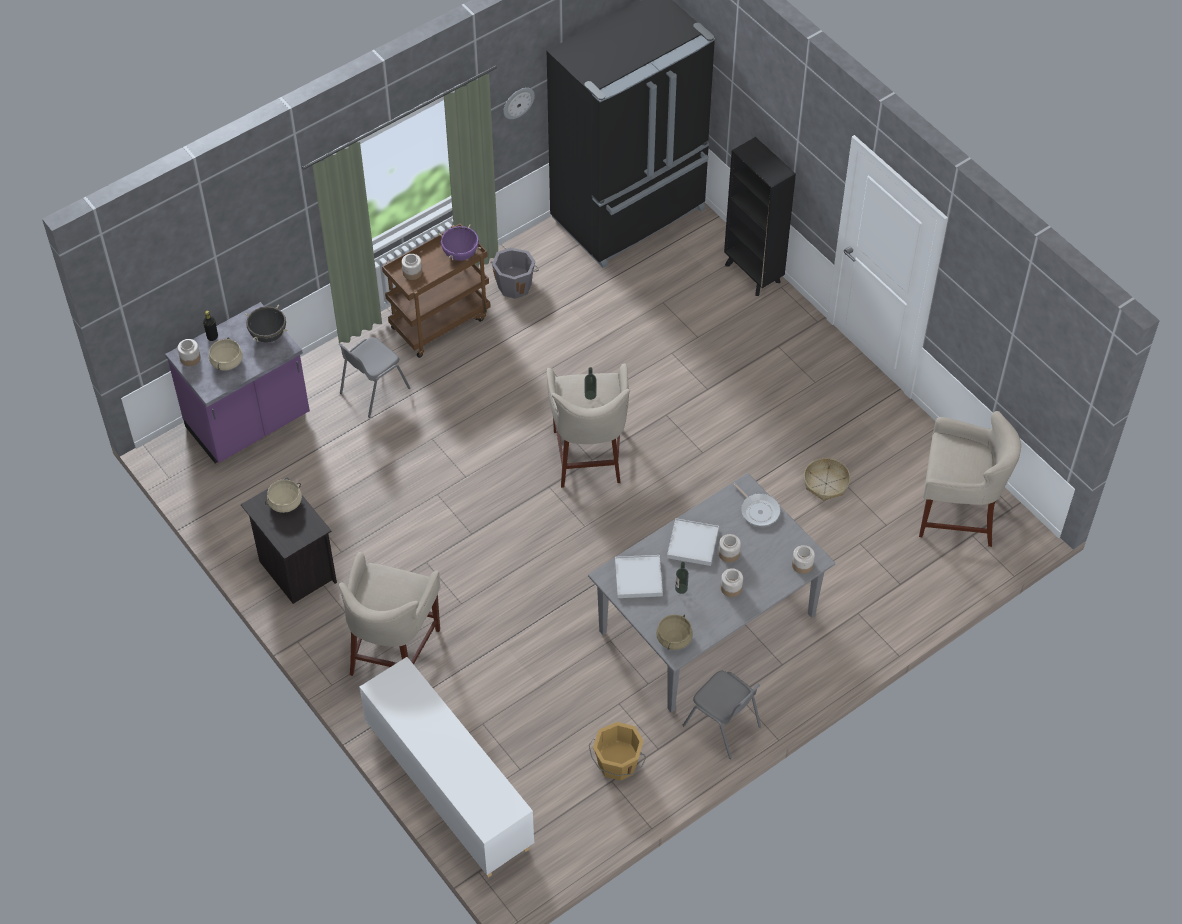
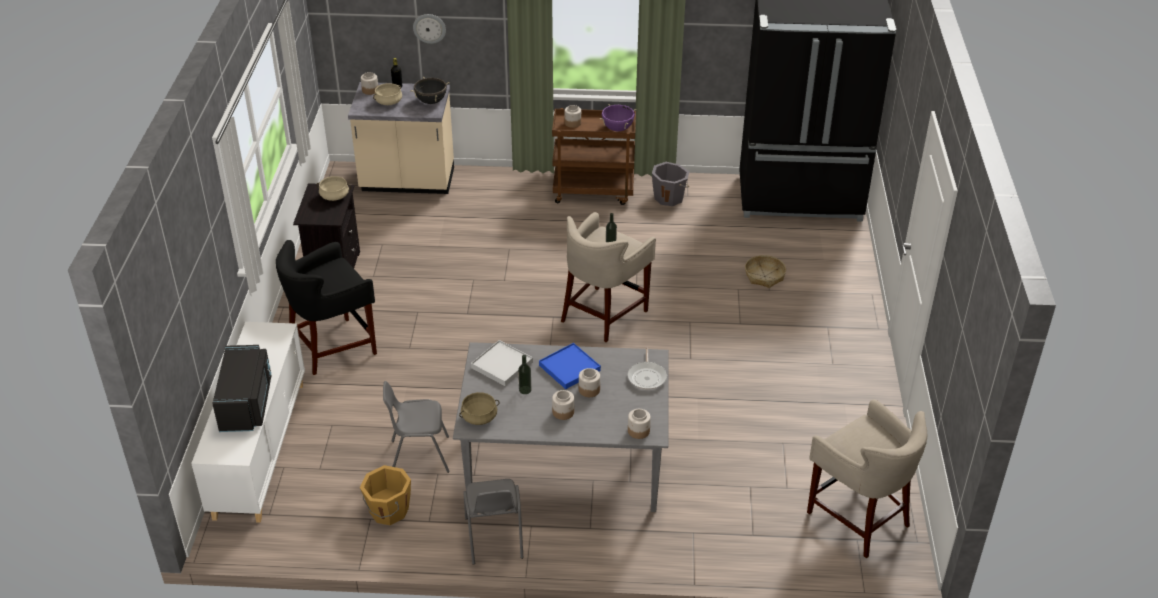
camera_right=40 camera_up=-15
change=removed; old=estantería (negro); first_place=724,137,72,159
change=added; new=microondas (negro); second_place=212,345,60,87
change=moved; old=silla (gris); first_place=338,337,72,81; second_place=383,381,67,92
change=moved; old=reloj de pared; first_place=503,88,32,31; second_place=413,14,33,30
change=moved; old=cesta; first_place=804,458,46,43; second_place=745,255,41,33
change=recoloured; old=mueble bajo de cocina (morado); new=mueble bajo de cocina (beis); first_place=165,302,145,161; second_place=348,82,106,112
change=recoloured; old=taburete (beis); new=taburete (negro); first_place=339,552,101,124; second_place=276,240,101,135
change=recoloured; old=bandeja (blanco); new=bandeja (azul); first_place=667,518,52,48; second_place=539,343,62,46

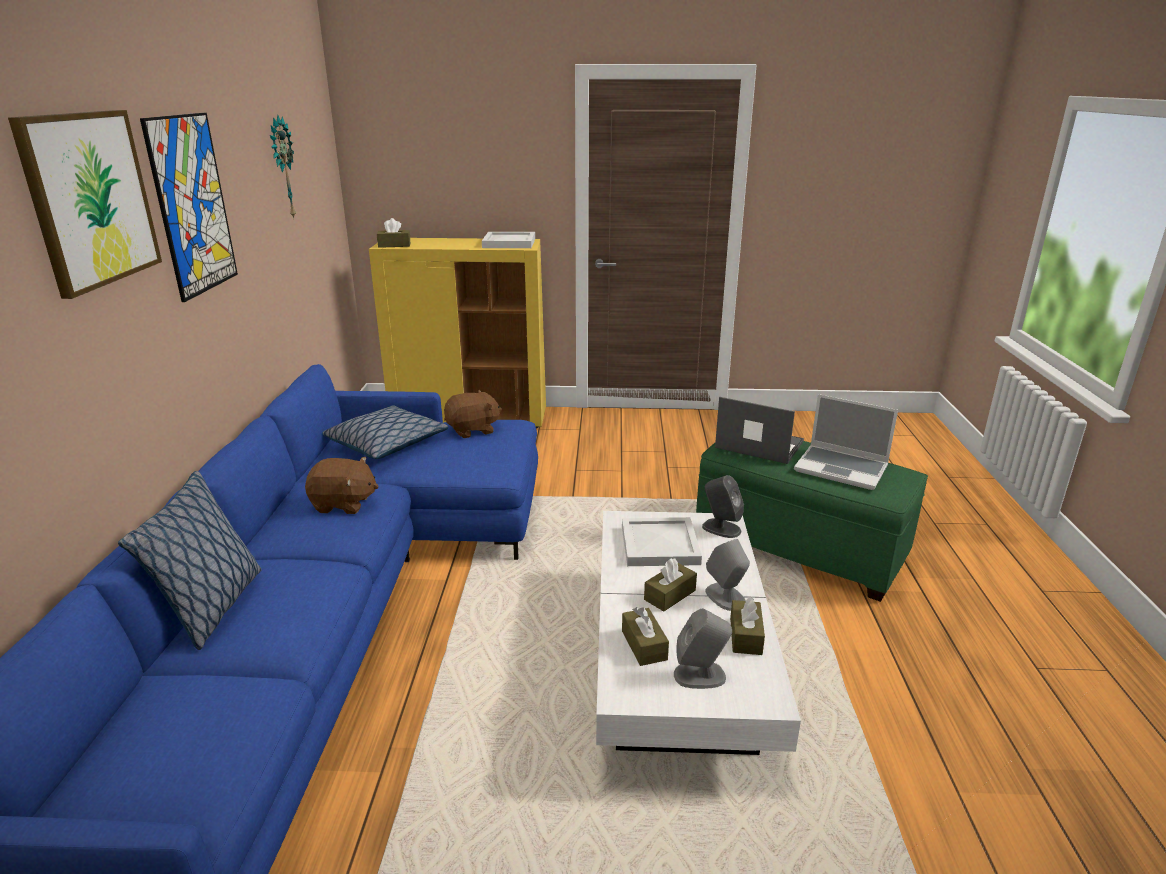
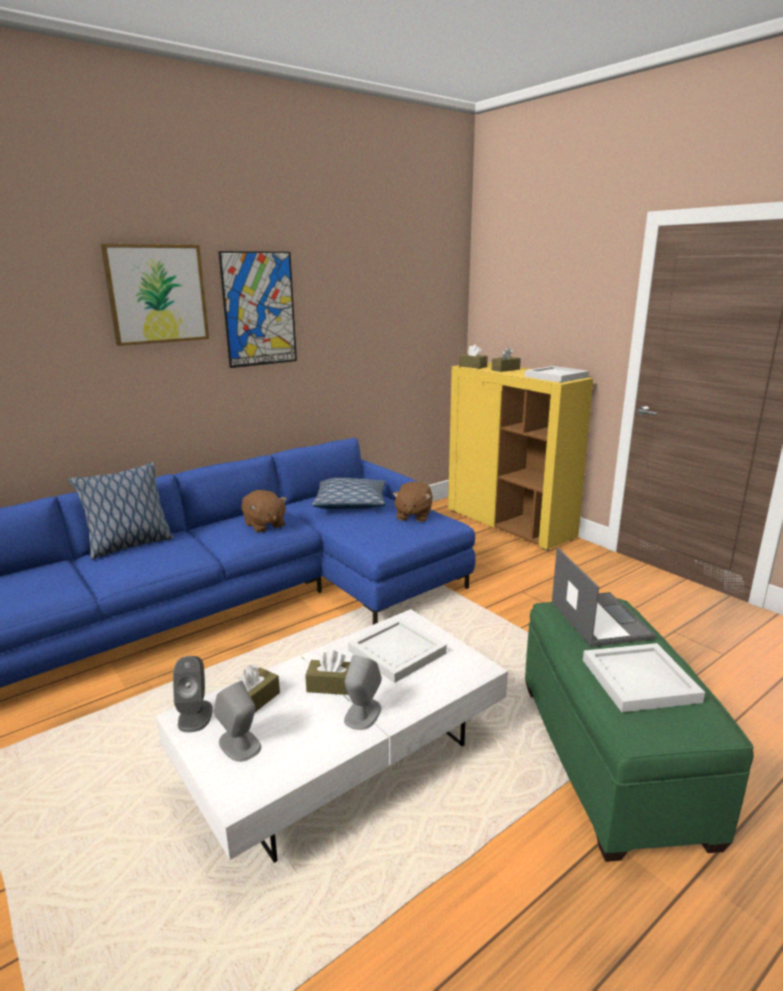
camera_right=50 camera_up=-5
change=removed; old=reloj de pared; first_place=270,115,26,103
change=moved; old=altavoz (gris); first_place=702,475,42,63; second_place=173,656,40,77
change=moved; old=caja de pañuelos (marrón); first_place=730,596,35,59; second_place=492,347,29,25
change=replaced; old=portátil; new=bandeja (blanco); first_place=794,394,104,96; second_place=583,643,122,69
change=turned; old=peluche (marrón); first_place=444,390,58,48; second_place=392,481,41,41; degrees=75

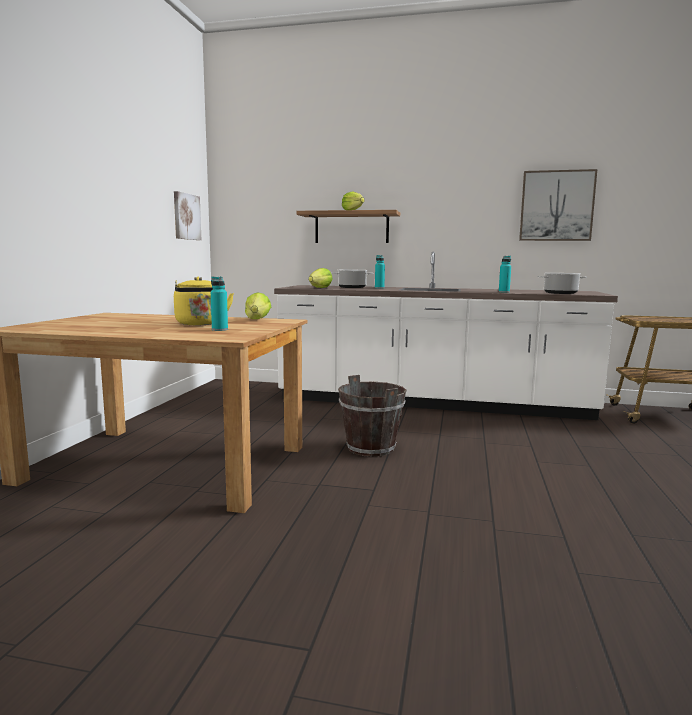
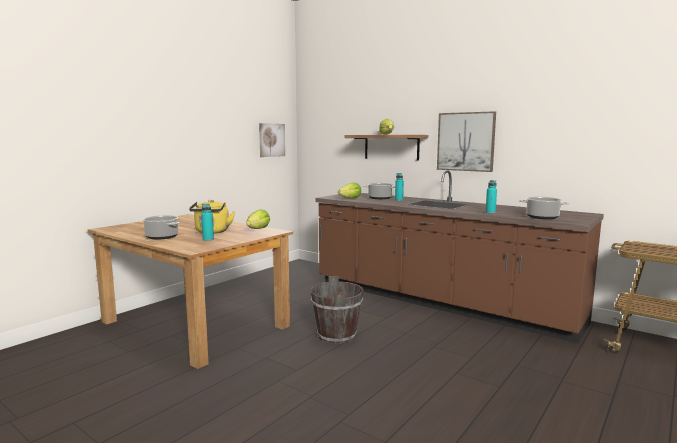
camera_right=25 camera_up=0
change=added; new=olla; second_place=143,215,36,24
change=moved; old=cuadro; first_place=519,169,78,72; second_place=437,111,59,61
change=recoloured; old=mueble bajo de cocina (blanco); new=mueble bajo de cocina (marrón); first_place=274,251,344,169; second_place=315,170,289,174

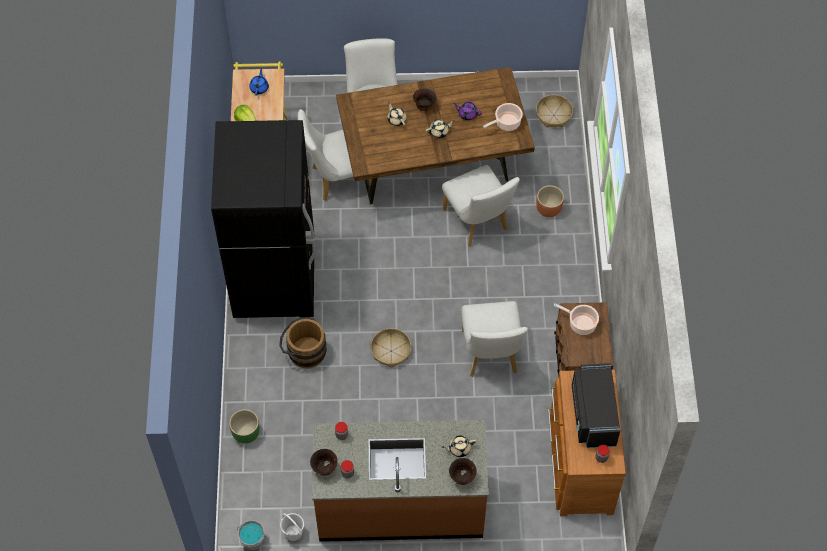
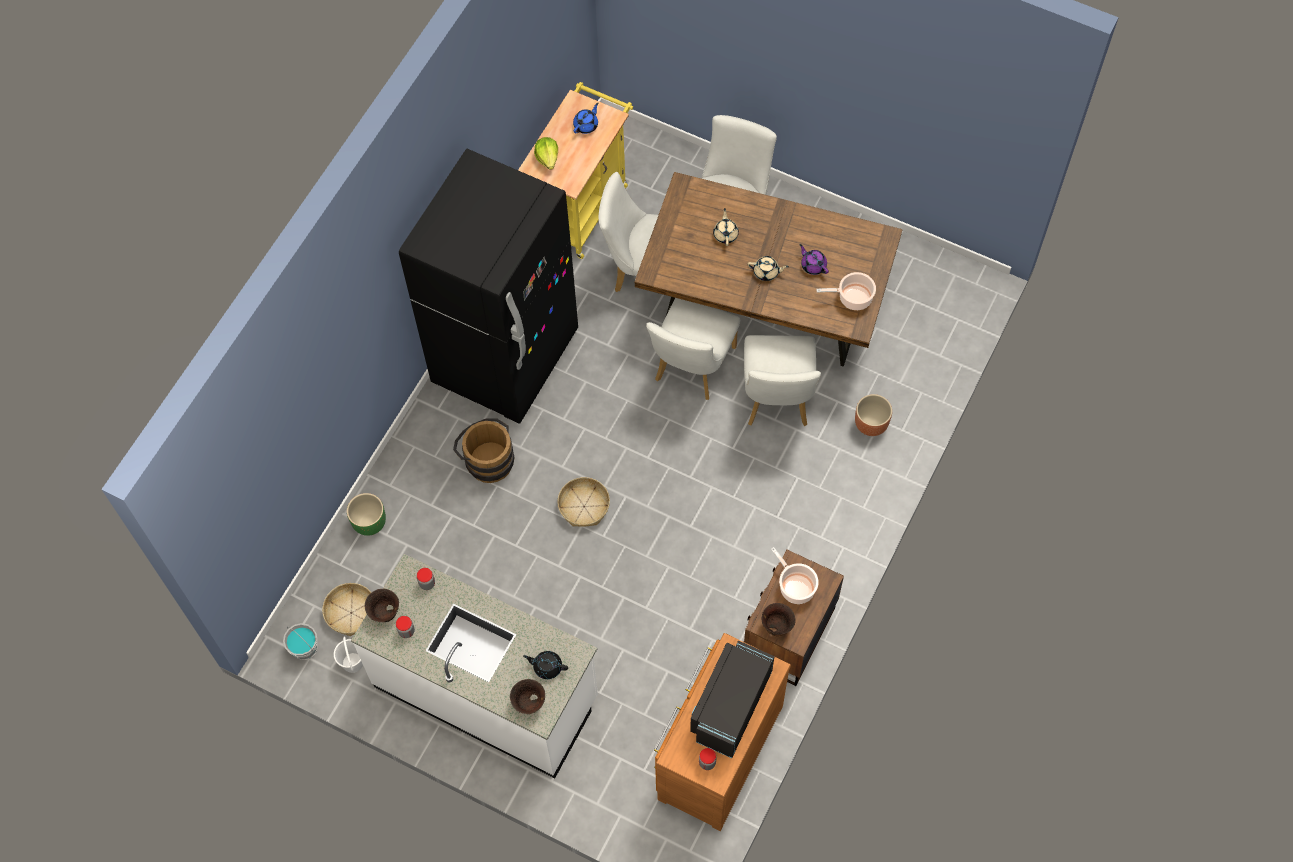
camera_right=30 camera_up=5
change=moved; old=cuenco (marrón); first_place=413,88,24,23; second_place=762,603,34,33
change=moved; old=silla (blanco); first_place=461,301,67,76; second_place=646,298,94,102
change=moved; old=cesta; first_place=536,94,37,33; second_place=322,583,49,53
change=recoloured; old=mueble bajo de cocina (marrón); new=mueble bajo de cocina (blanco); first_place=312,420,177,122; second_place=351,554,247,224
change=recoloured; old=tetera (beis); new=tetera (negro); first_place=442,436,34,21; second_place=523,651,45,28

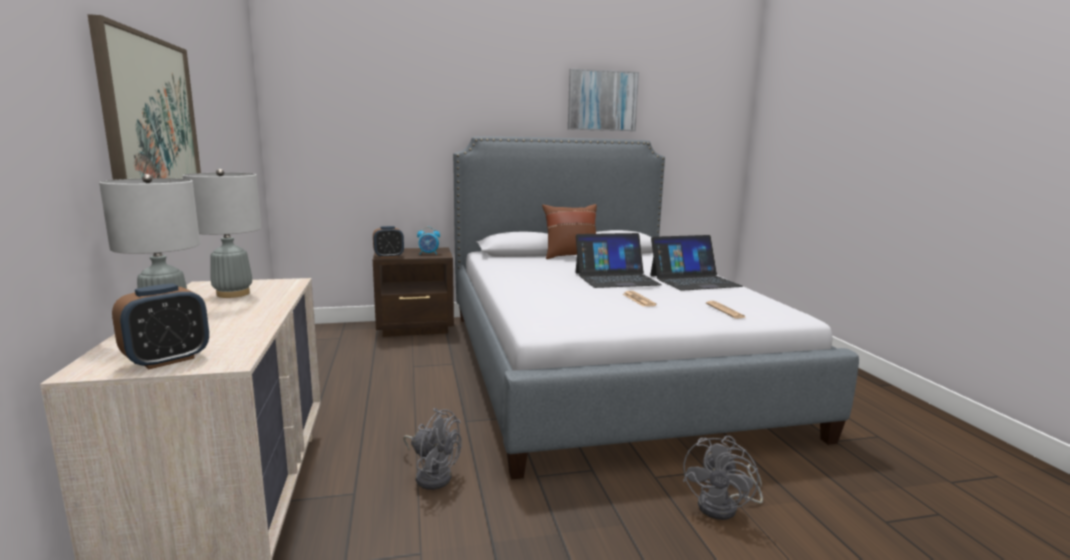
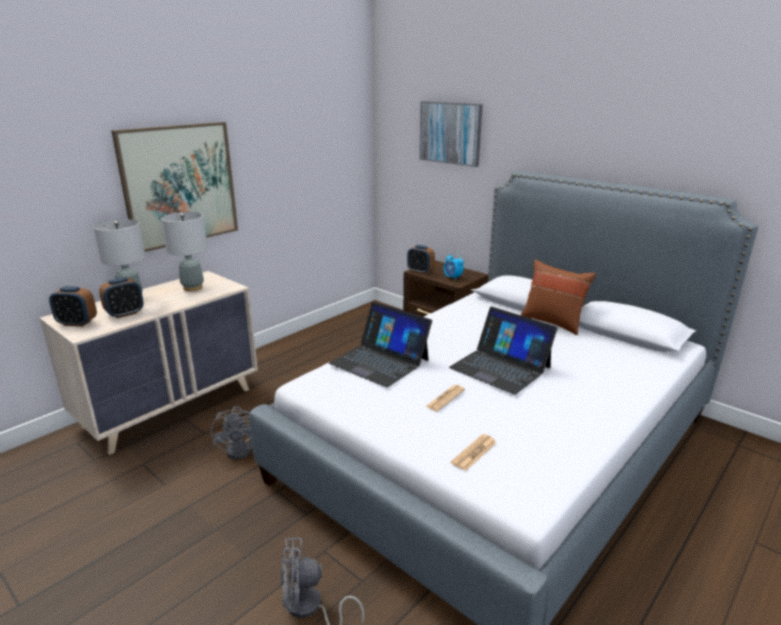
camera_right=55 camera_up=10
change=added; new=despertador; second_place=99,277,45,42
change=moved; old=cuadro; first_place=568,69,71,62; second_place=420,101,63,66
change=moved; old=portátil; first_place=650,235,93,56; second_place=329,302,103,85

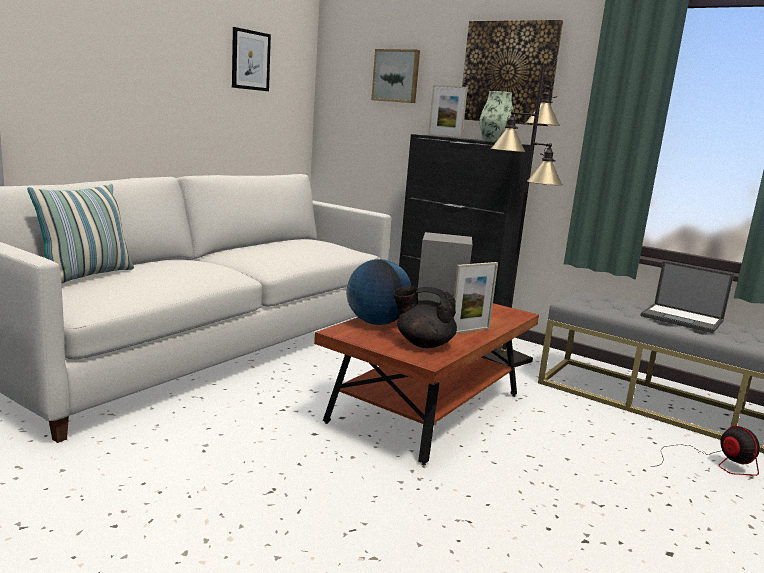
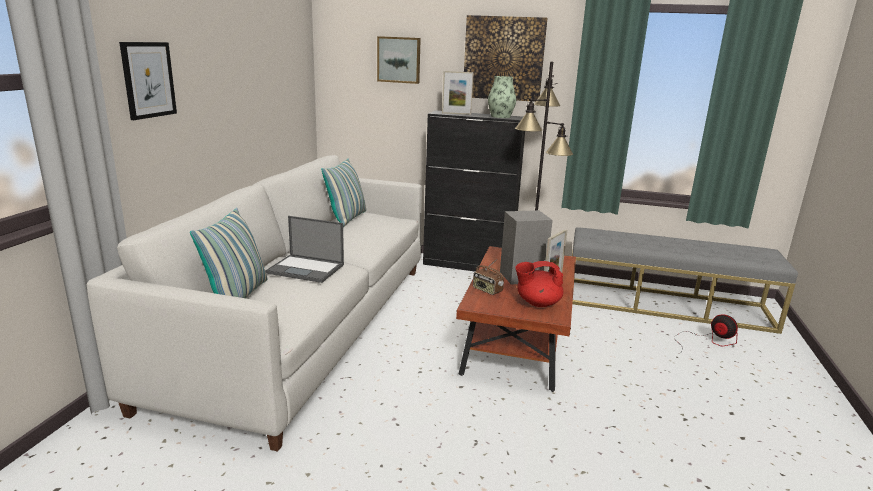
camera_right=-20 camera_up=5
change=added; new=cojín; second_place=321,158,45,69
change=moved; old=cuadro; first_place=232,27,39,64; second_place=119,42,58,78
change=moved; old=portátil; first_place=640,261,94,72; second_place=265,216,79,67
change=replaced; old=globo terráqueo; new=radio; first_place=347,259,64,66; second_place=473,259,31,36
change=recoloured; old=tetera (negro); new=tetera (rojo); first_place=393,286,64,62; second_place=515,261,48,46

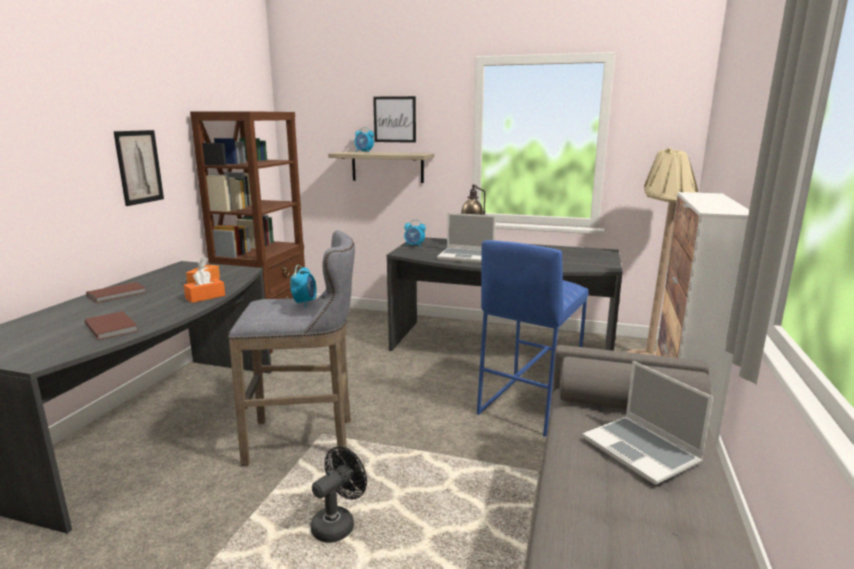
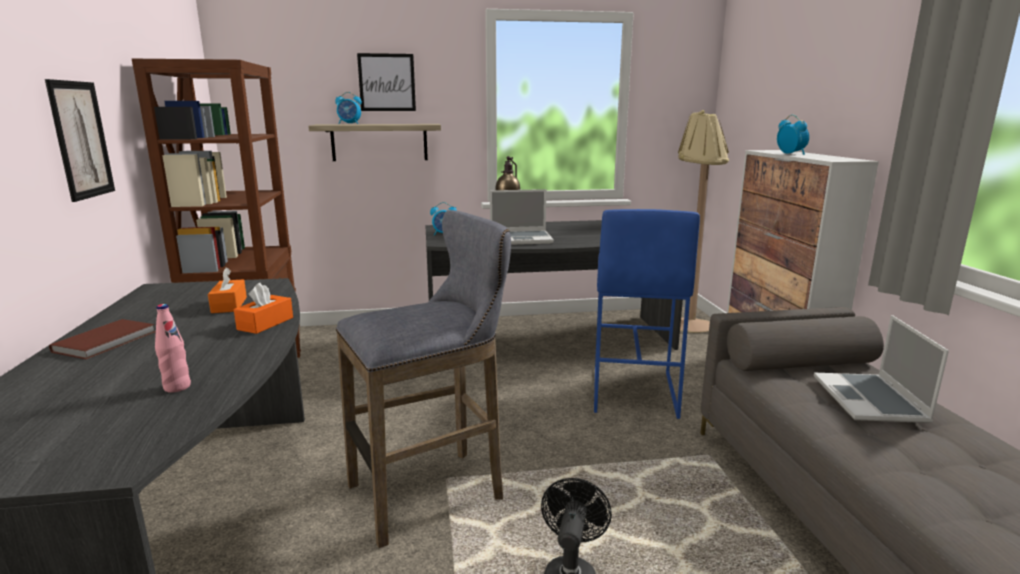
camera_right=-25 camera_up=0
change=moved; old=despertador; first_place=290,265,27,42; second_place=777,115,32,40
change=replaced; old=libro (marrón); new=botella (rosa); first_place=85,311,53,29; second_place=155,304,36,89
change=turned; old=portátil; first_place=582,361,131,124; second_place=814,315,135,108; degrees=60

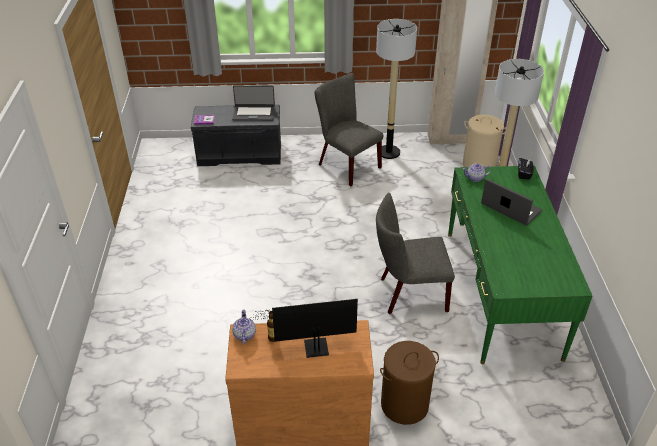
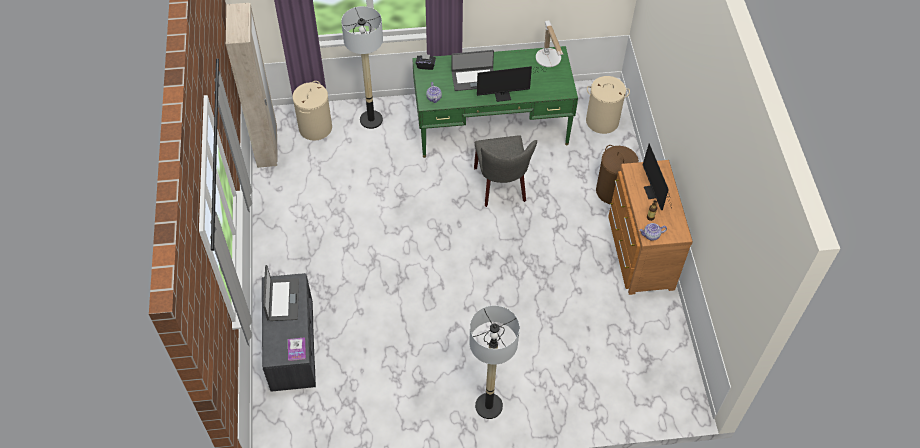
camera_right=-95 camera_up=15
change=removed; old=silla (gris); first_place=315,73,68,113
change=added; new=monitor; second_place=477,66,65,36
change=added; new=lámpara de mesa; second_place=536,21,28,46
change=added; new=cesto de la ropa (beis); second_place=586,76,44,58
change=moved; old=lámpara de pie; first_place=376,19,41,140; second_place=469,305,51,114
change=turned; old=portátil; first_place=481,179,61,47; second_place=451,50,43,41; degrees=-135

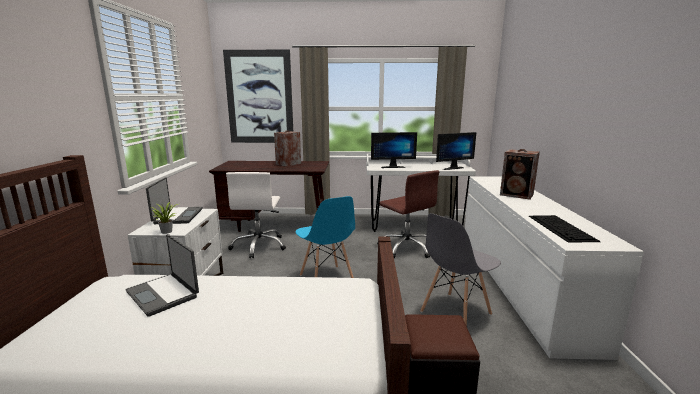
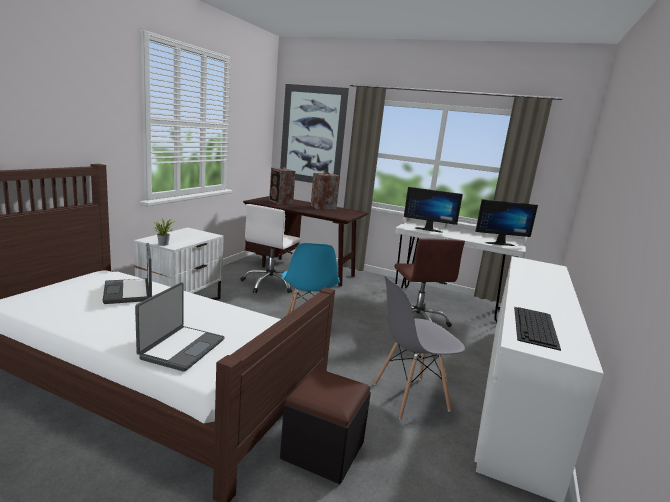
camera_right=20 camera_up=0
change=moved; old=portátil; first_place=146,177,57,47; second_place=135,282,90,90
change=moved; old=altavoz; first_place=500,149,40,51; second_place=269,167,27,38

